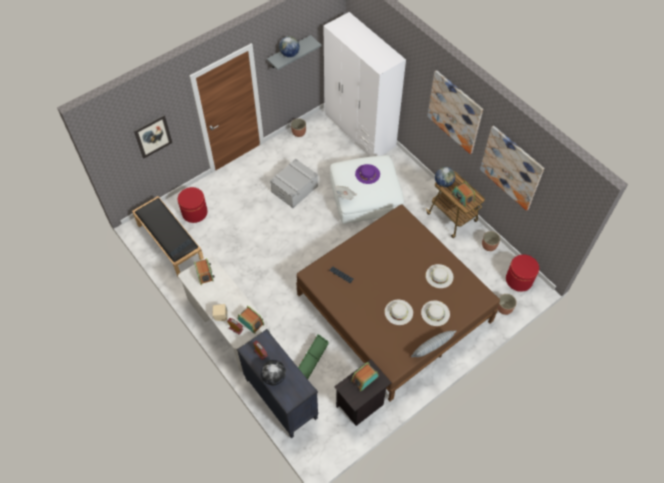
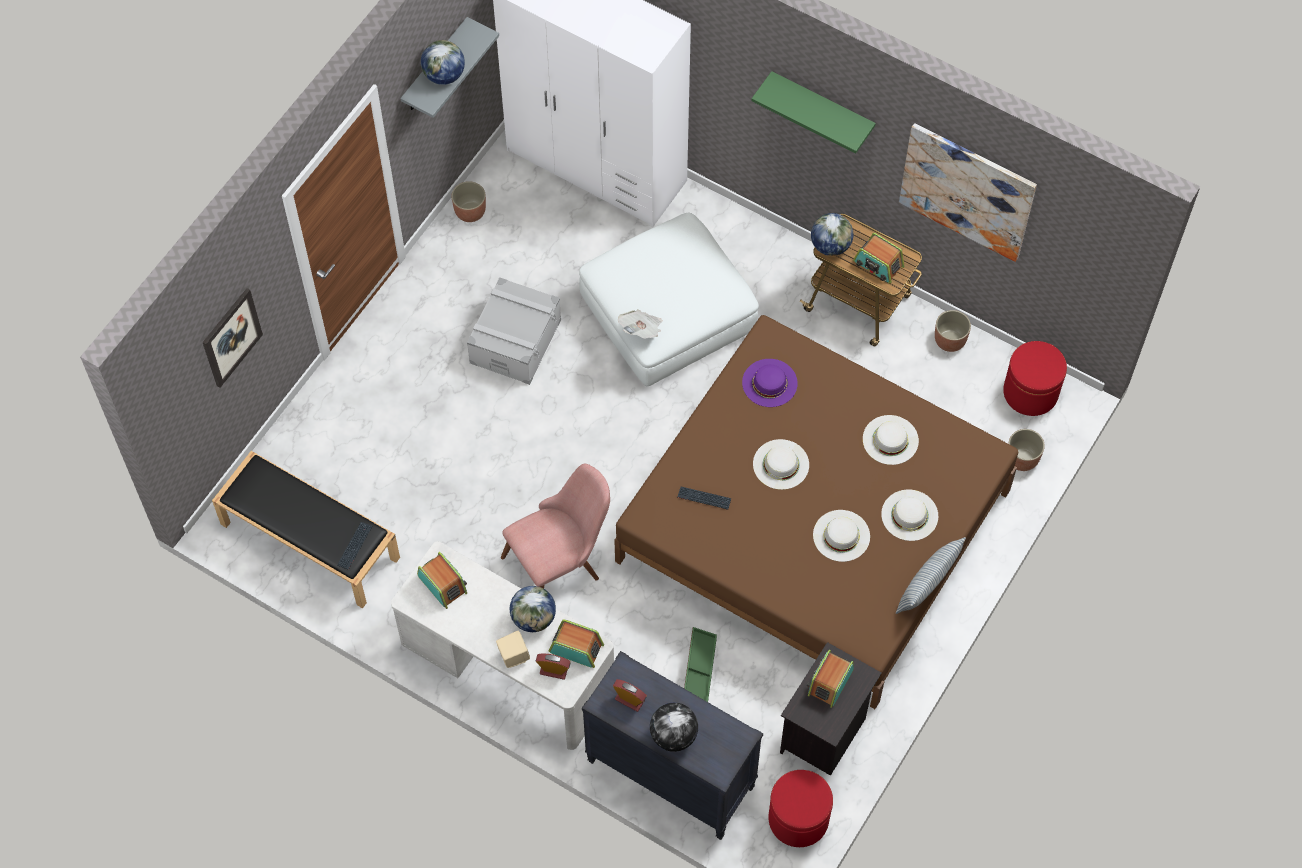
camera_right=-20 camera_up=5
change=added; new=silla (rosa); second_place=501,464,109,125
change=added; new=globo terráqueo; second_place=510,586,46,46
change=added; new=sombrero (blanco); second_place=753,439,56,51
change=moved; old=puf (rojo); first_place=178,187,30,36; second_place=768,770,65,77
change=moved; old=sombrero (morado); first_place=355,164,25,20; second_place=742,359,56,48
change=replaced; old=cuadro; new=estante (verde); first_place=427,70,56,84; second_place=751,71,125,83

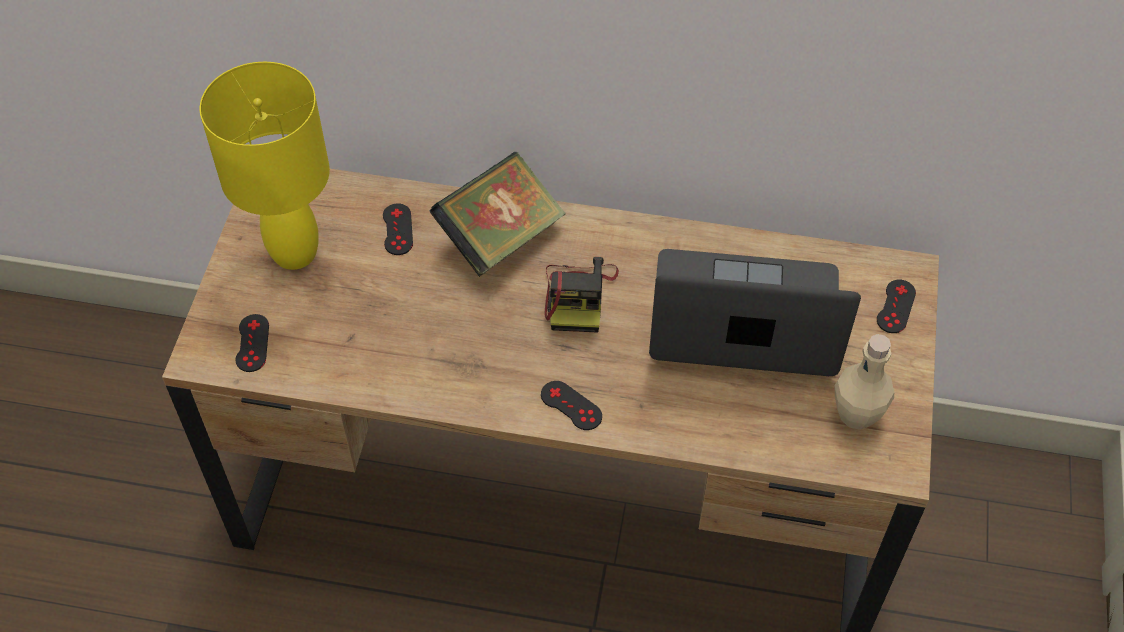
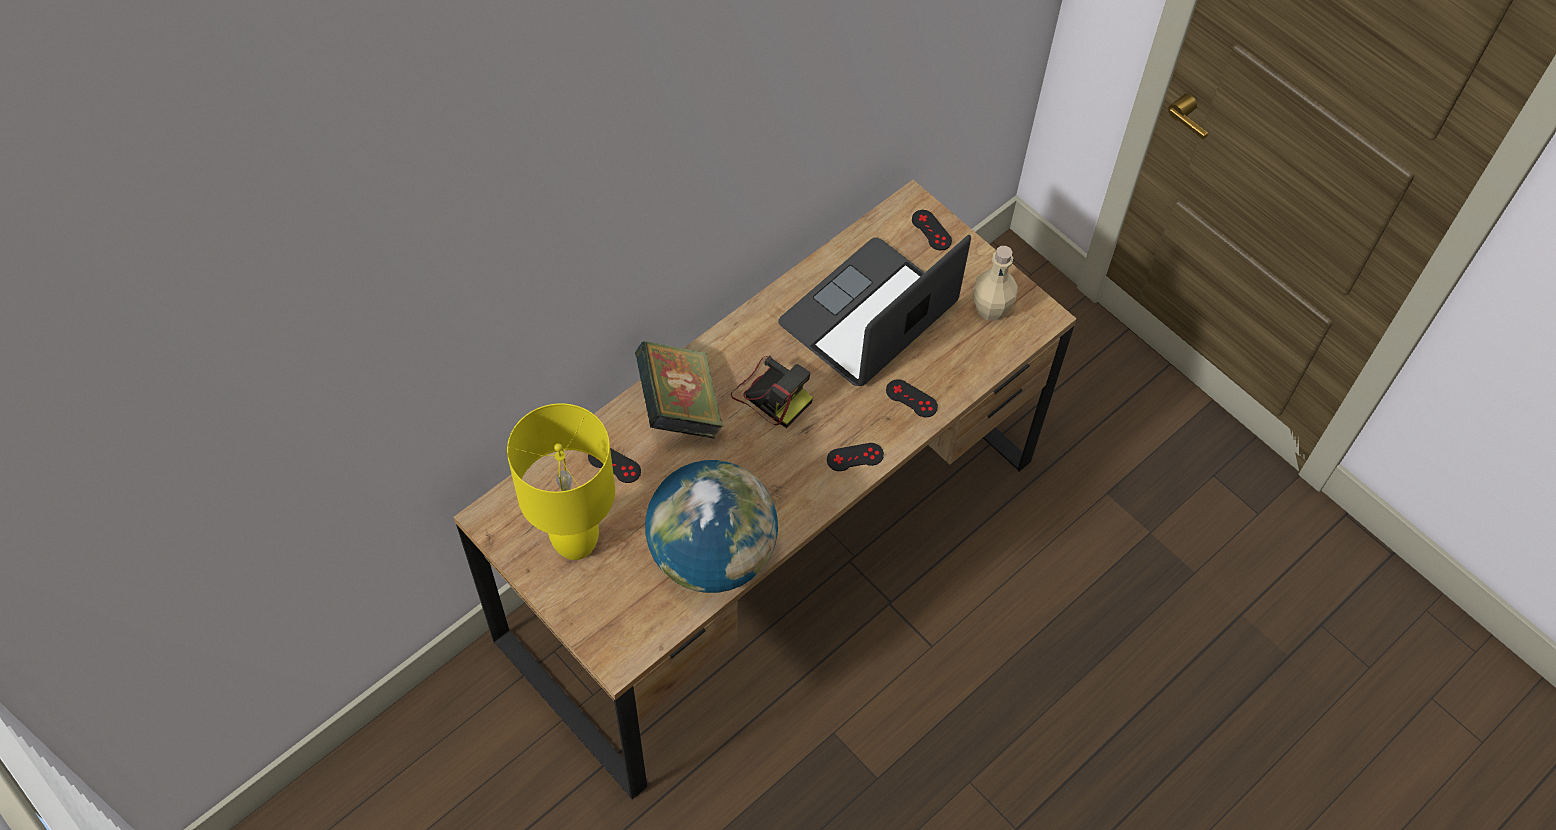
camera_right=-55 camera_up=5
change=added; new=globo terráqueo; second_place=645,460,133,133
change=moved; old=mando de consola (negro); first_place=235,314,34,58; second_place=886,379,52,38

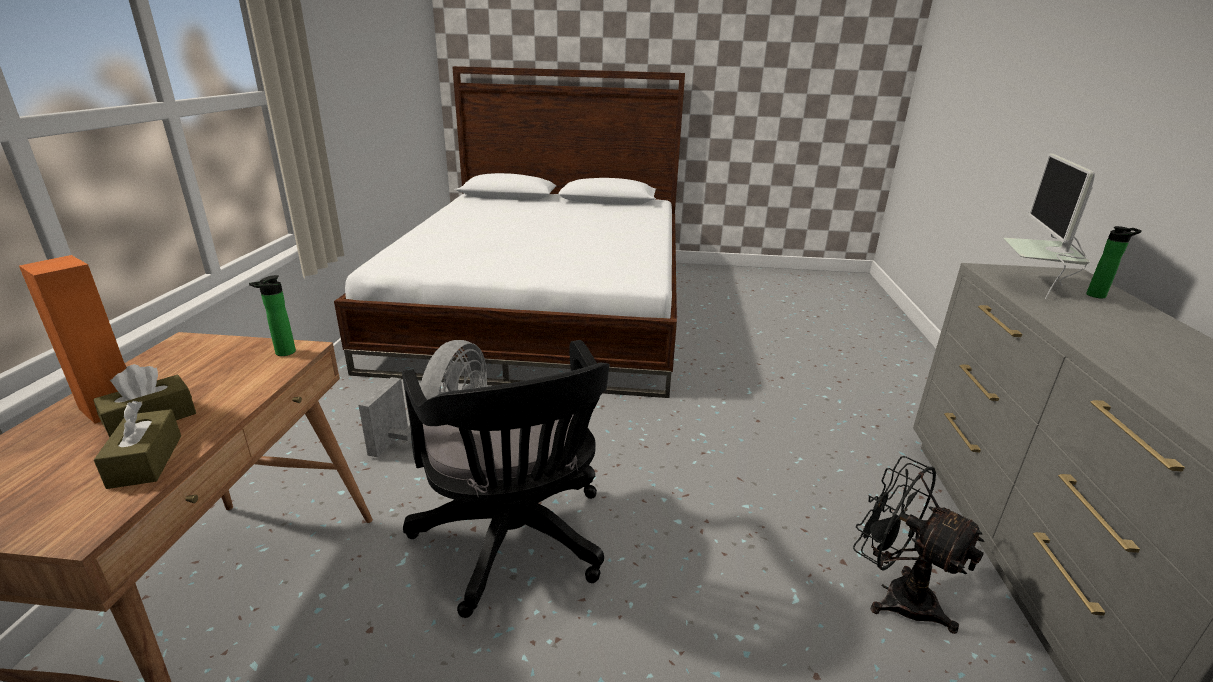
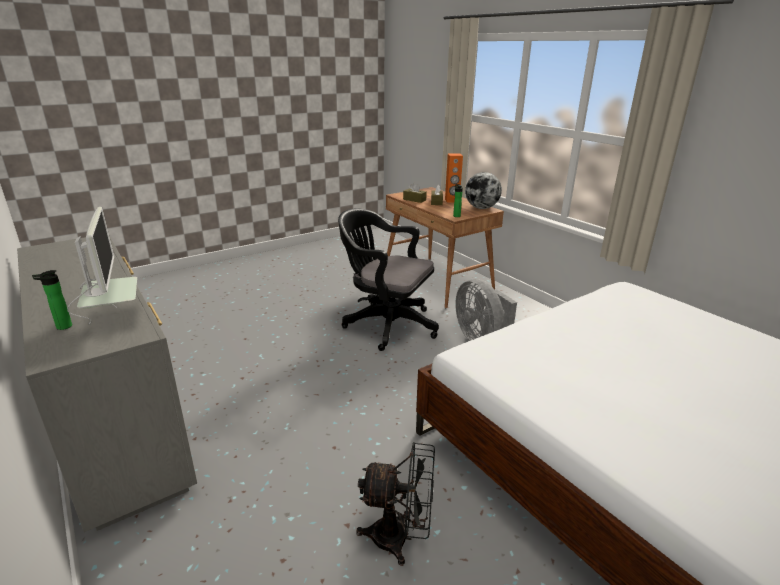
camera_right=140 camera_up=0
change=added; new=globo terráqueo; second_place=465,172,37,37
change=moved; old=ventilador (negro); first_place=853,456,131,178; second_place=356,442,79,124

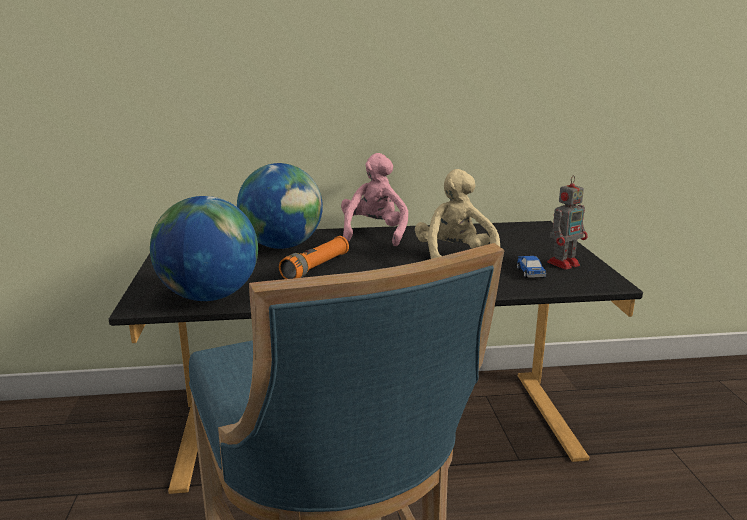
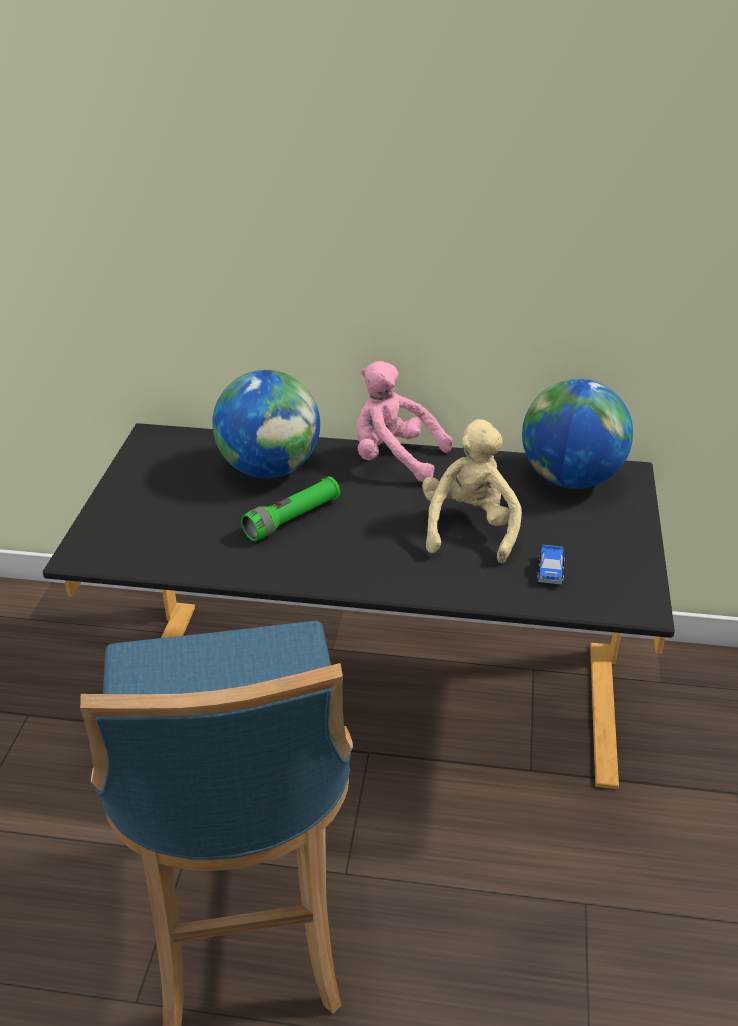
camera_right=15 camera_up=15
change=removed; old=robot de juguete; first_place=547,175,41,95
change=moved; old=globo terráqueo; first_place=150,196,108,105; second_place=522,379,111,110
change=recoloured; old=linterna (naranja); new=linterna (verde); first_place=279,236,70,43; second_place=241,476,99,65
change=turned; old=peluche (rosa); first_place=341,153,67,93; second_place=356,361,97,121; degrees=-90

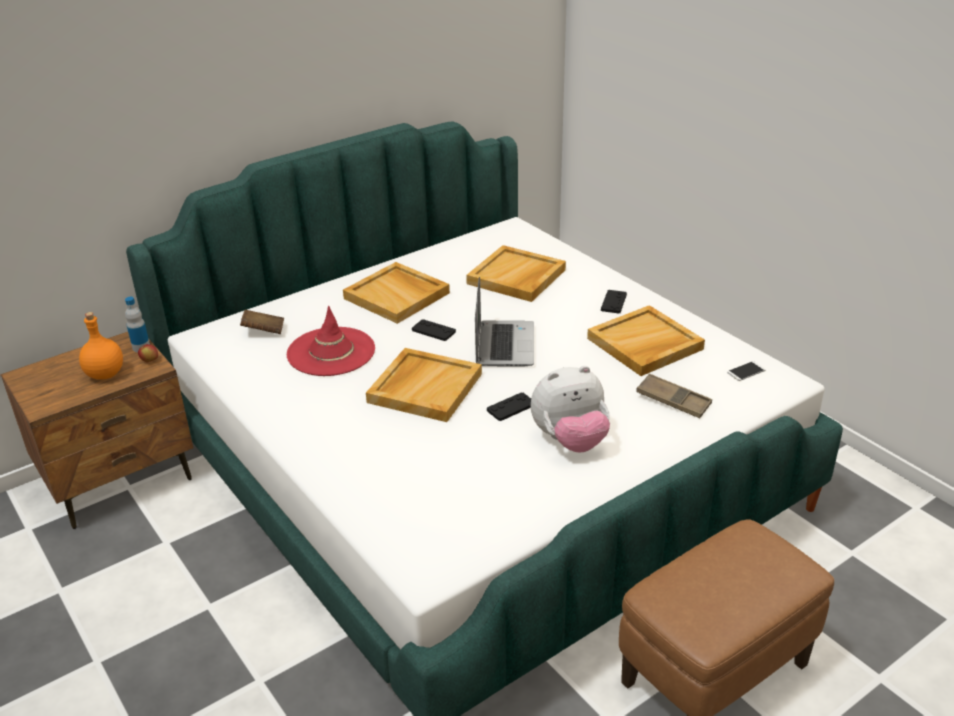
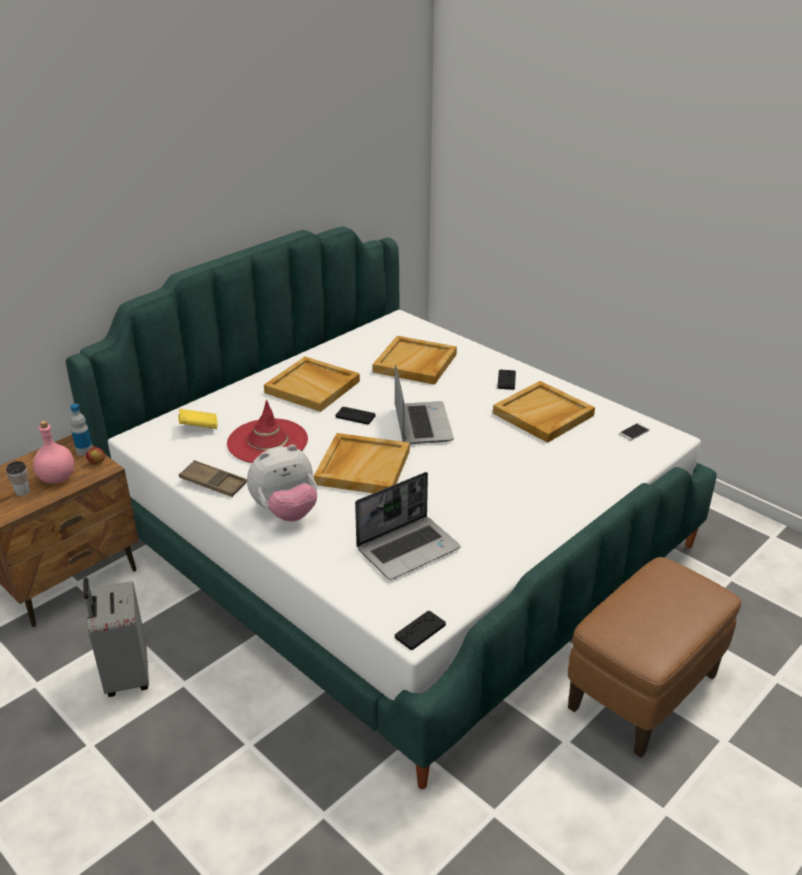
camera_right=-10 camera_up=0
change=added; new=taza; second_place=6,461,24,35
change=added; new=maleta (gris); second_place=83,578,66,119
change=added; new=portátil; second_place=355,472,106,108
change=moved; old=mando de consola (negro); first_place=487,392,44,29; second_place=395,611,51,39
change=moved; old=peluche; first_place=531,366,79,87; second_place=247,444,70,78
change=moved; old=bandeja (marrón); first_place=636,374,76,44; second_place=179,460,68,37
change=recoloured; old=botella (naranja); new=botella (rosa); first_place=79,312,44,68; second_place=33,421,41,63
change=recoloured; old=libro (marrón); new=libro (amarillo); first_place=240,310,44,24; second_place=178,409,40,20

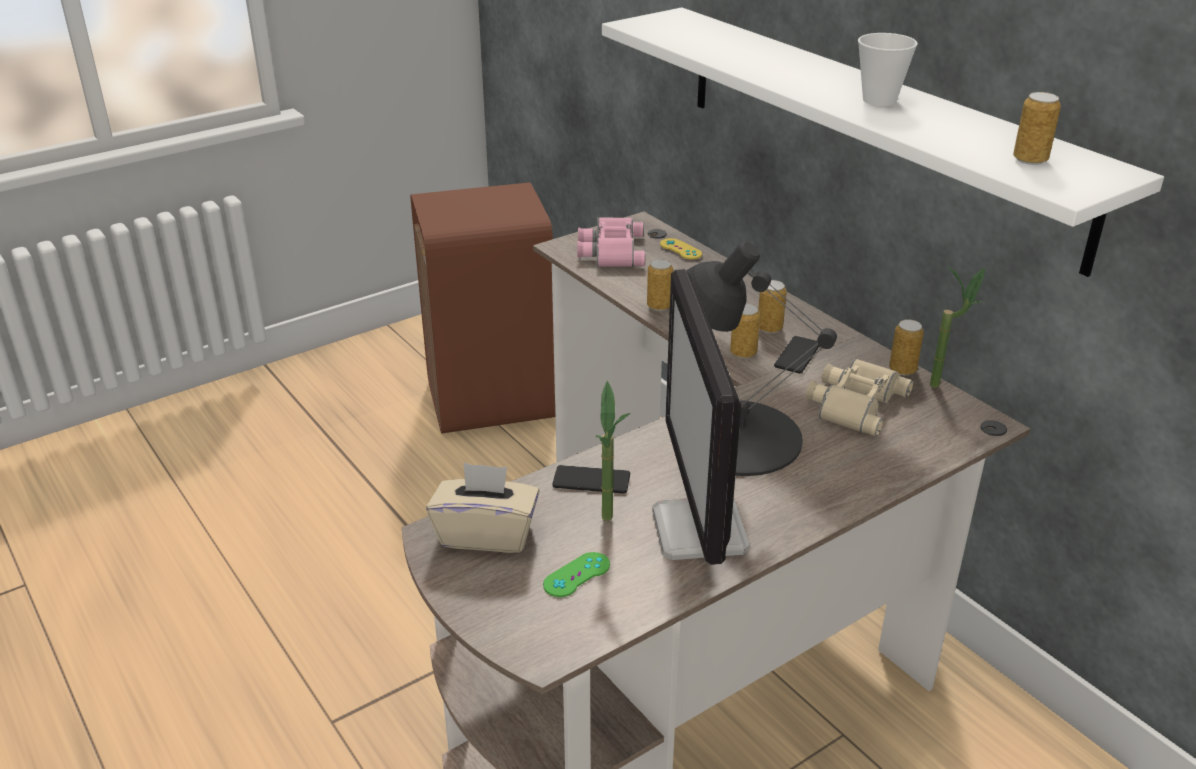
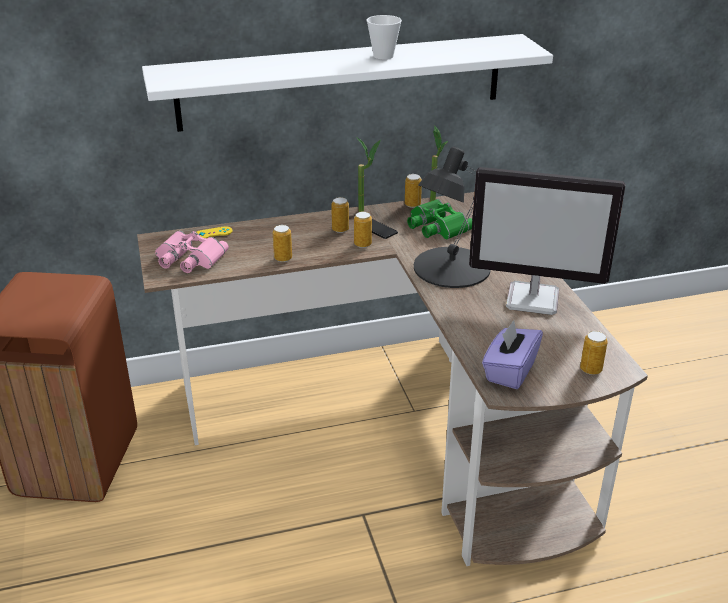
camera_right=-70 camera_up=0
change=removed; old=mando de consola (verde); first_place=543,552,67,45
change=removed; old=móvil; first_place=552,465,78,28
change=moved; old=planta en maceta; first_place=596,381,35,140; second_place=356,137,24,75
change=moved; old=lata; first_place=1013,92,48,73; second_place=580,331,28,44
change=recoloured; old=caja de pañuelos (beis); new=caja de pañuelos (morado); first_place=426,463,114,90; second_place=482,320,61,69
change=recoloured; old=prismáticos (beis); new=prismáticos (verde); first_place=805,358,108,78; second_place=407,199,66,40

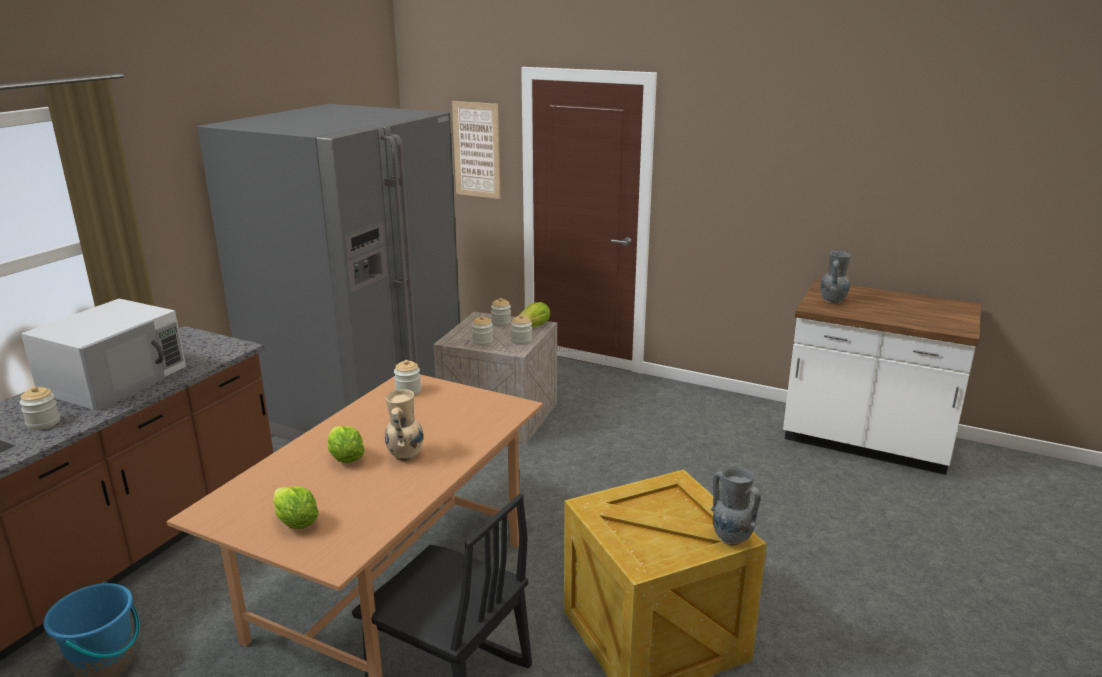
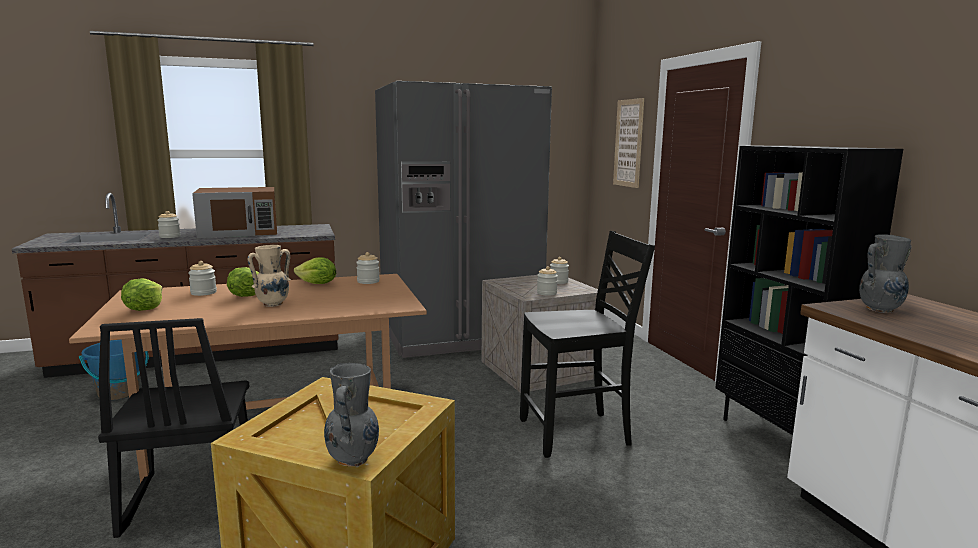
camera_right=45 camera_up=-10
change=added; new=silla (negro); second_place=520,231,135,227
change=added; new=estantería (negro); second_place=715,145,188,290
change=moved; old=tarro; first_place=472,316,21,30; second_place=188,261,29,35
change=moved; old=lechuga; first_place=518,302,32,25; second_place=294,257,42,27
change=recoloured; old=microondas (blanco); new=microondas (marrón); first_place=21,298,165,113; second_place=192,187,85,51

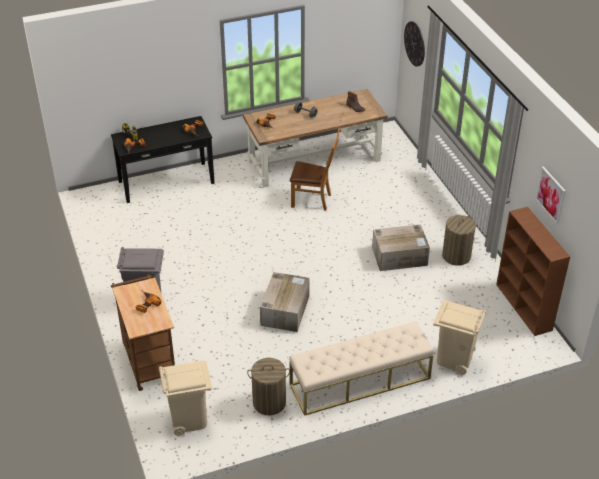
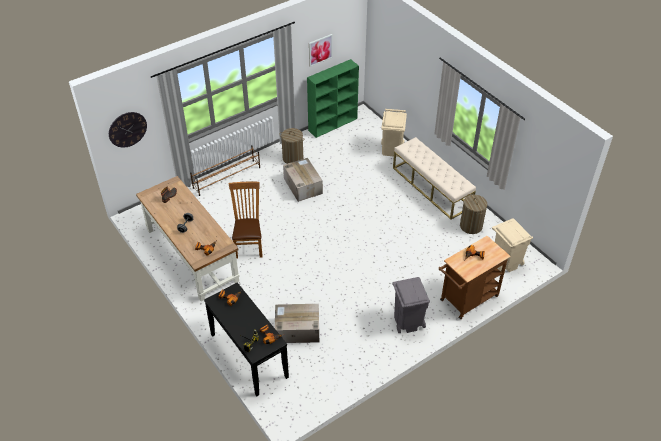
camera_right=-105 camera_up=5
change=added; new=zapatero (marrón); second_place=190,145,70,51
change=moved; old=caja de cartón; first_place=260,272,50,60; second_place=275,304,44,39
change=recoloured; old=estantería (marrón); new=estantería (verde); first_place=496,207,74,129; second_place=307,59,52,79

